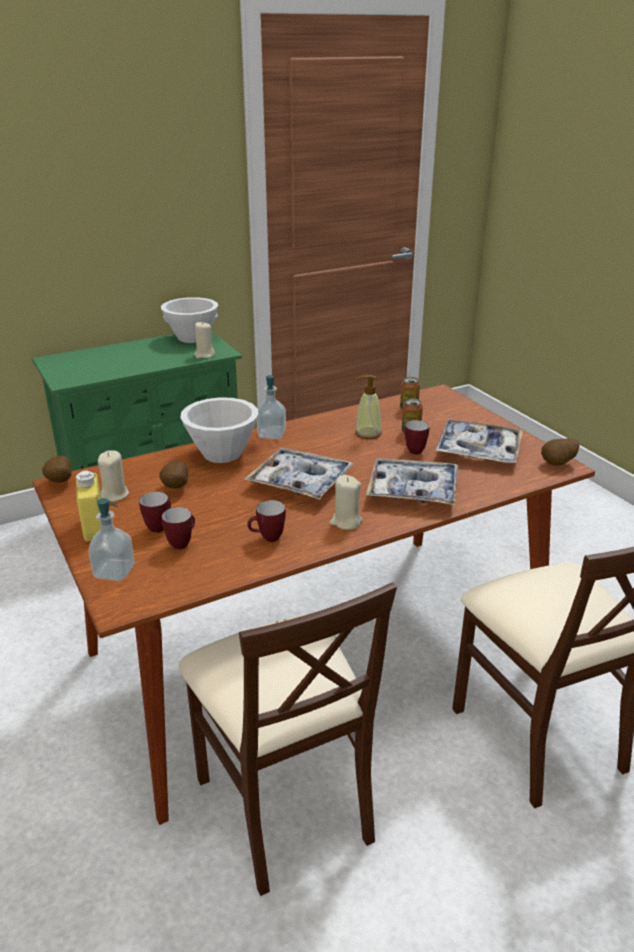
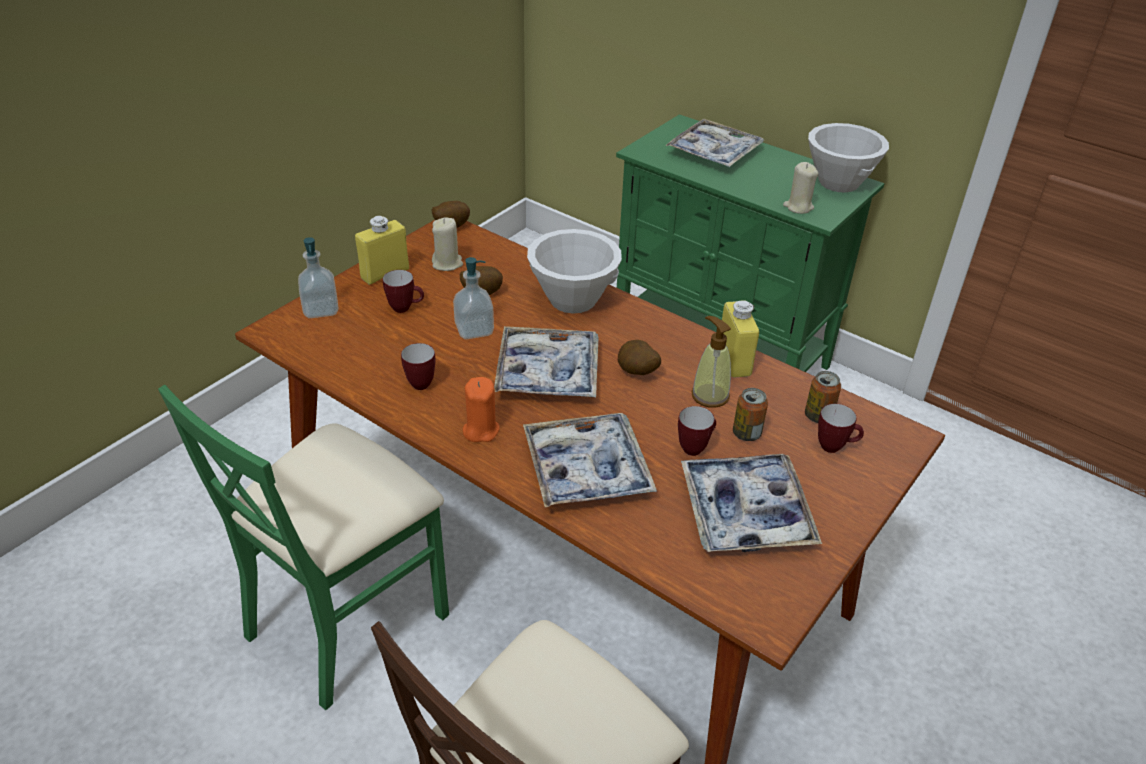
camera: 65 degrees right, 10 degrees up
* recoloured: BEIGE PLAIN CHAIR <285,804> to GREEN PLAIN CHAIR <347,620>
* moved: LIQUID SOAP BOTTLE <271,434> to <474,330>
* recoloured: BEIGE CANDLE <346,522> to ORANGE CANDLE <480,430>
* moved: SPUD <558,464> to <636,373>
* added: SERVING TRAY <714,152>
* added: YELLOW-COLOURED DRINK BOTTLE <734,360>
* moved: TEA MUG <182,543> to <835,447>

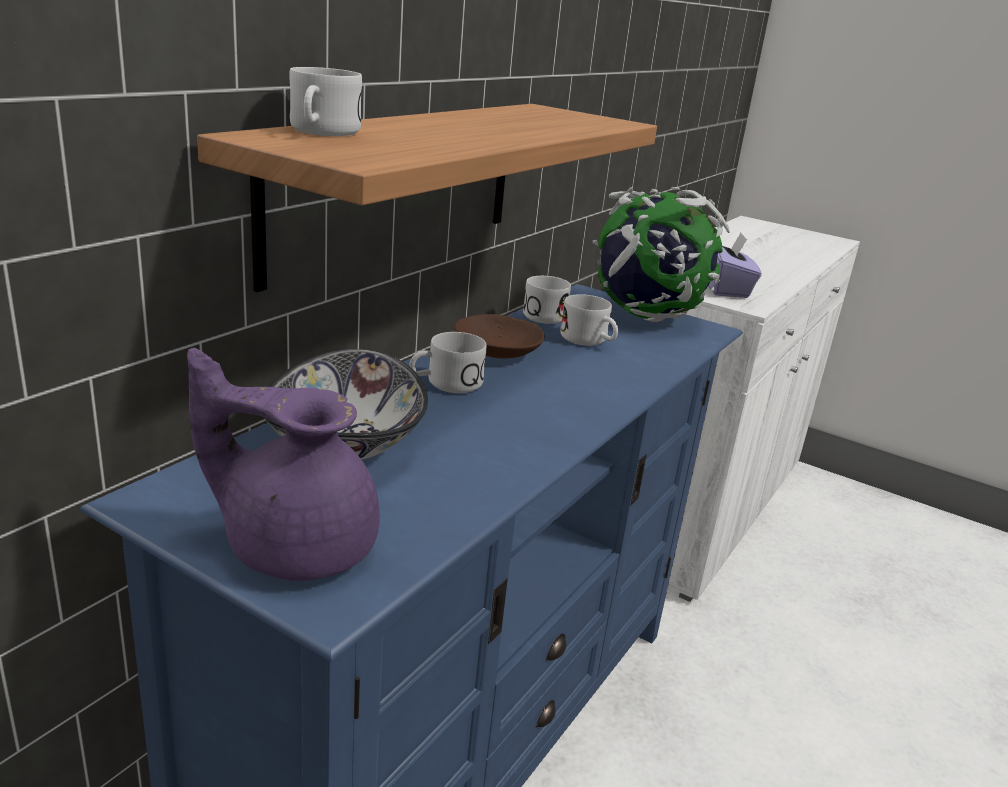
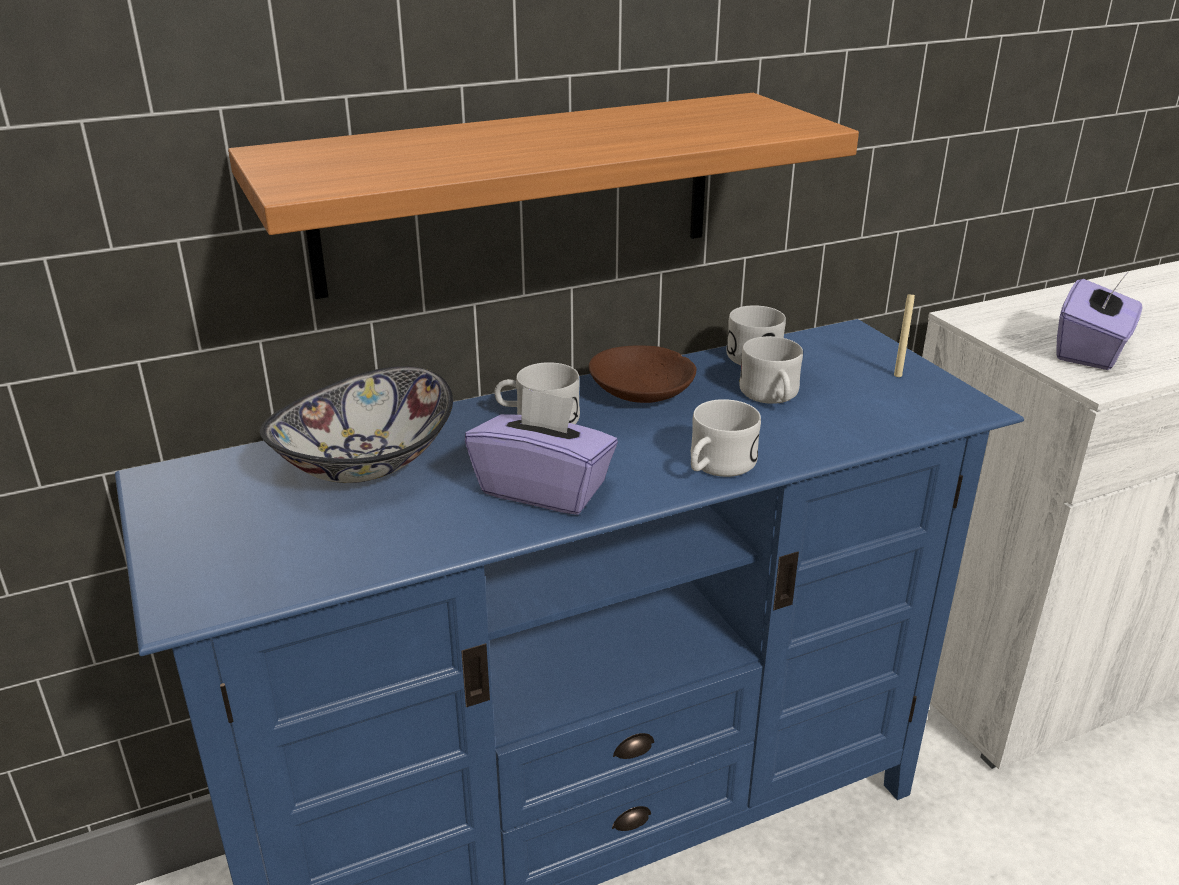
camera: 35 degrees right, 5 degrees up
* added: PURPLE-COLOURED TISSUE BOX <544,489>
* moved: WHITE TEA MUG <321,132> to <716,467>
* replaced: GLOBE <646,316> to BEIGE CANDLE <897,375>
* removed: PURPLE-COLOURED TEA POT <296,545>

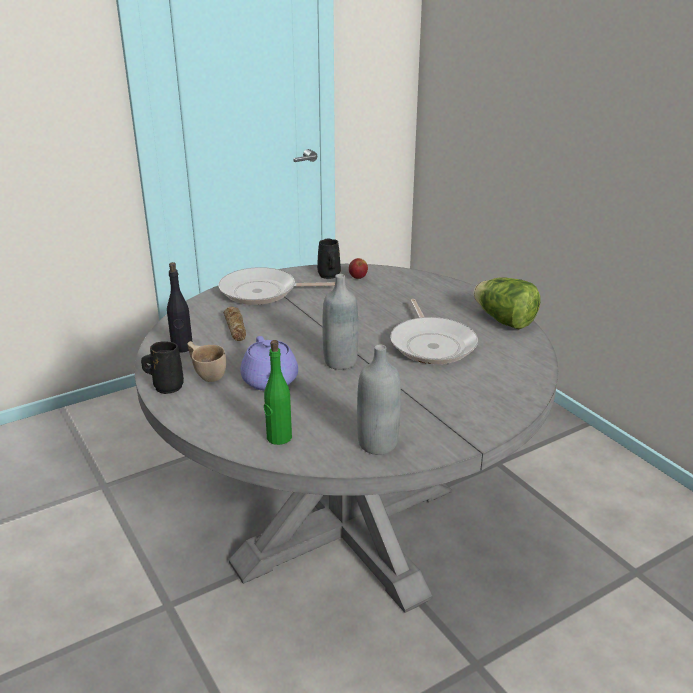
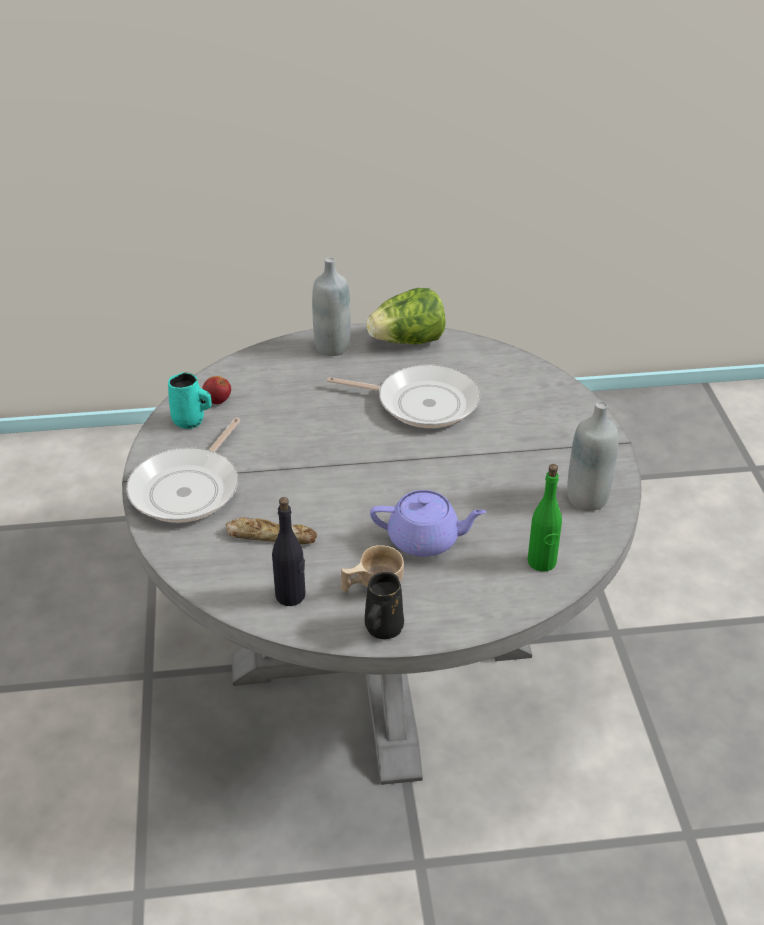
camera: 65 degrees left, 10 degrees up
* recoloured: BLACK-COLOURED TEA MUG <329,275> to TURQUOISE TEA MUG <190,421>
* moved: GREYISH DRINK BOTTLE <340,362> to <332,347>

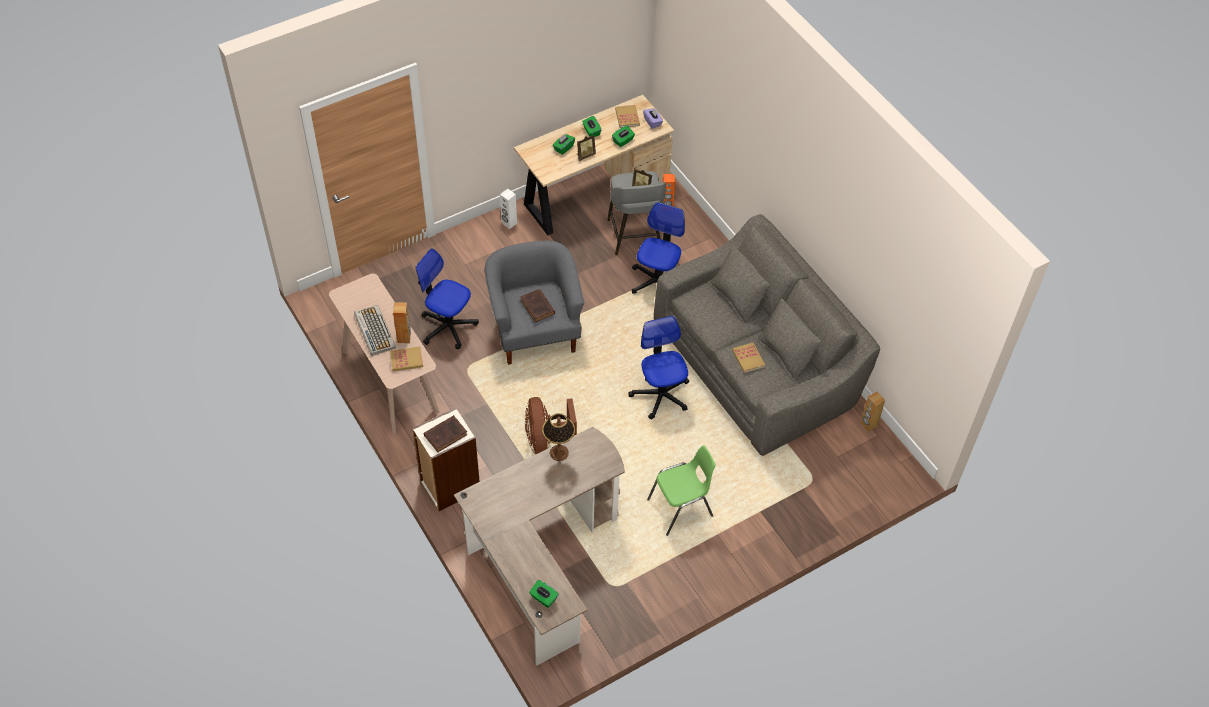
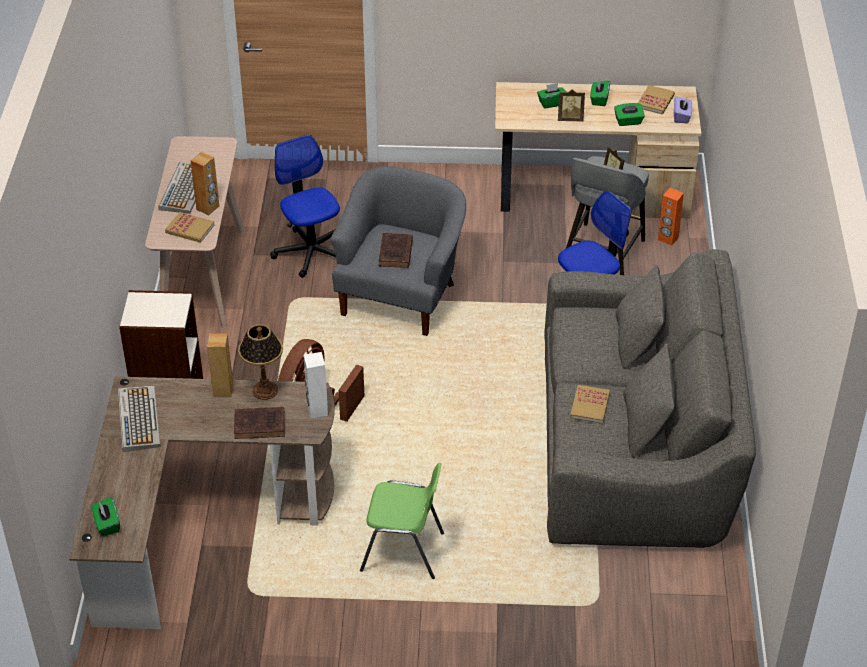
camera: 35 degrees right, 10 degrees down
* added: KEYBOARD <138,419>
* moved: BROWN AUDIO SPEAKER <868,425> to <223,390>
* moved: BROWN VOLUME <446,434> to <261,425>
* moved: WHITE AUDIO SPEAKER <509,223> to <317,410>
* removed: DESK CHAIR <661,395>

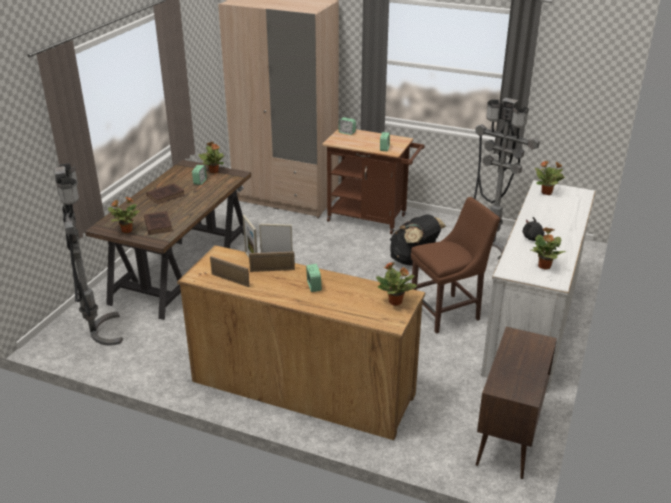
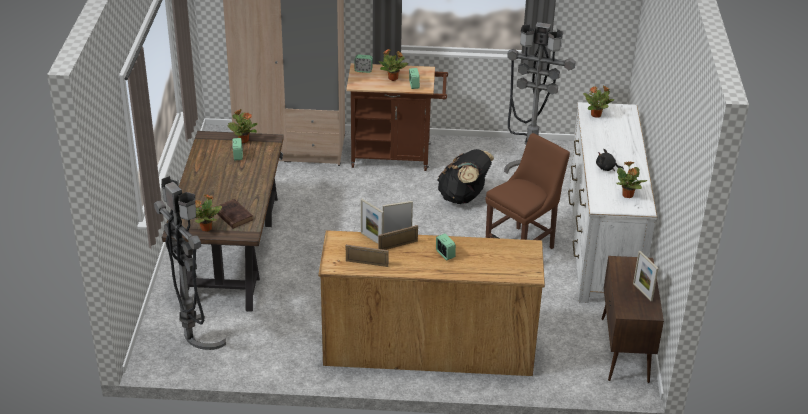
camera: 20 degrees left, 5 degrees up
* moved: PLANT IN A POT <396,302> to <393,78>
* added: STANDING FRAME <642,292>
* removed: BROWN VOLUME <166,195>

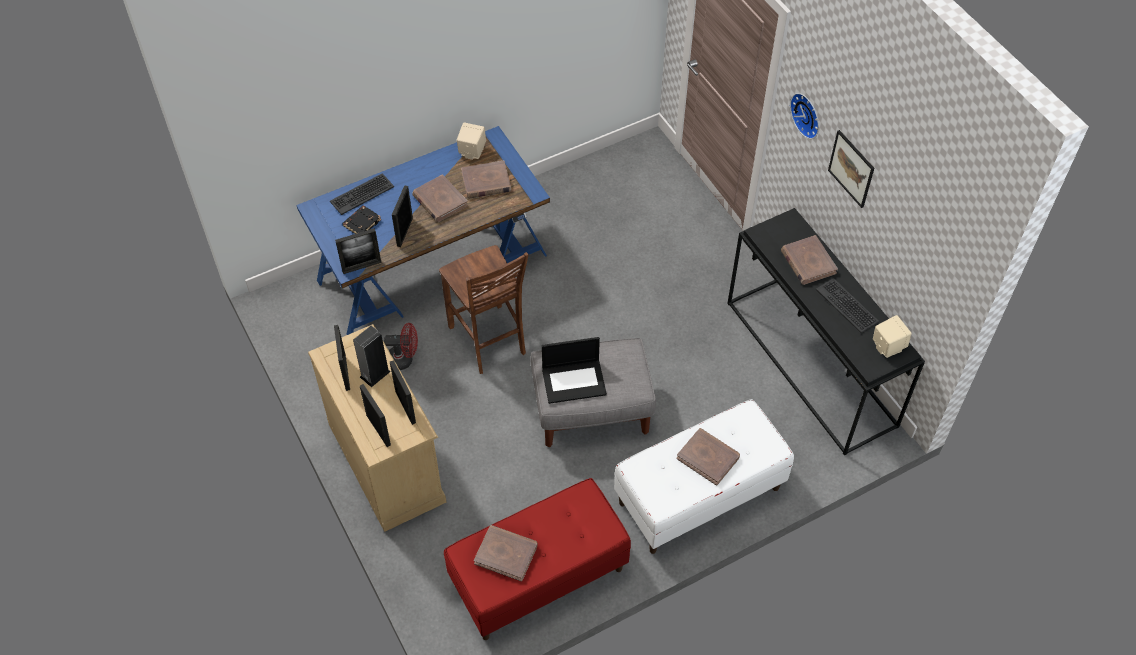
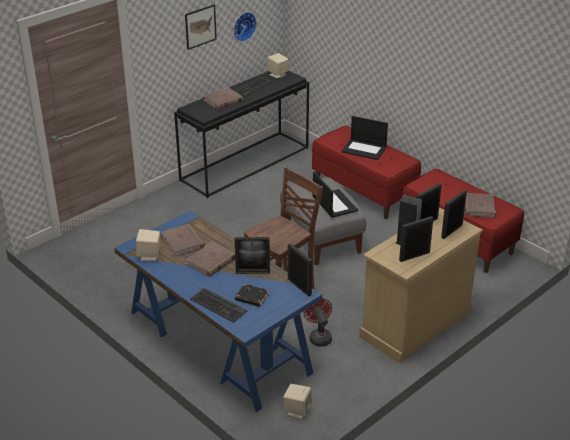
camera: 105 degrees left, 20 degrees down
* moved: HANGING CLOCK <807,114> to <243,26>
* added: BEIGE AUDIO SPEAKER <297,410>
* recoloured: WHITE BENCH <699,496> to RED-COLOURED BENCH <364,191>
* replaced: BROWN VOLUME <708,457> to LAPTOP <364,149>

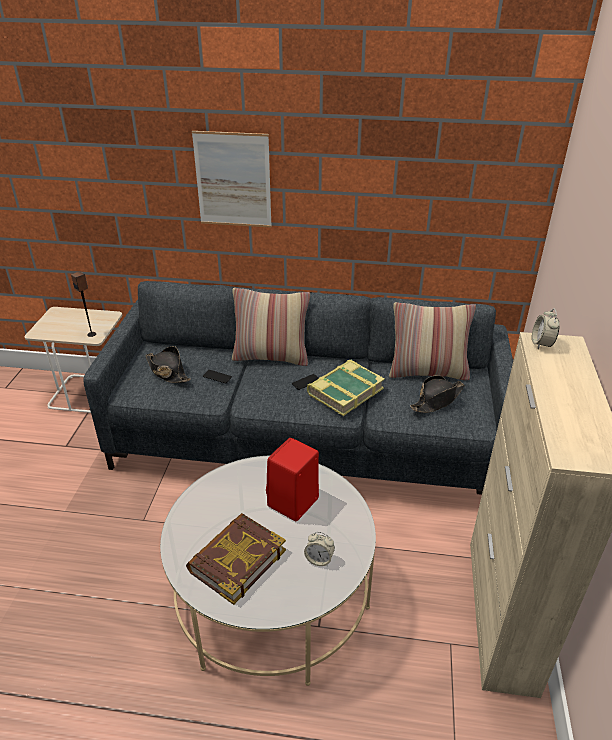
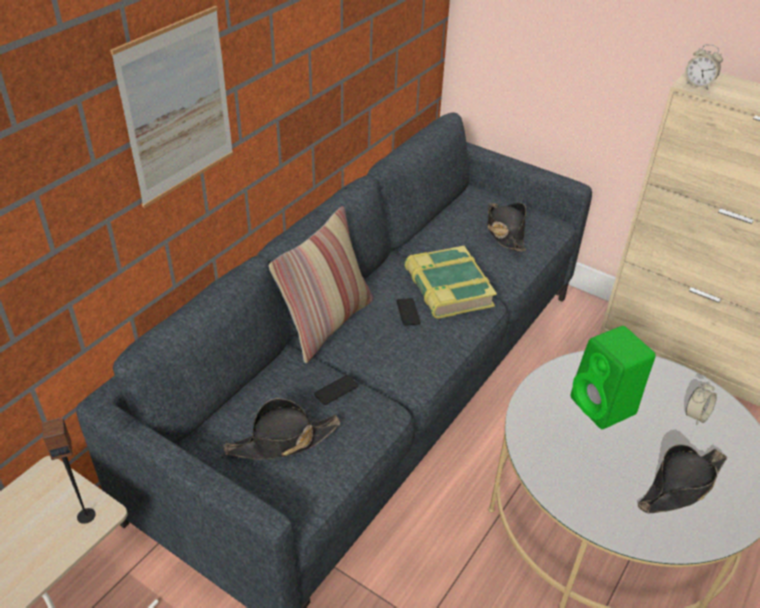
camera: 65 degrees left, 5 degrees up
* recoloured: RED-COLOURED AUDIO SPEAKER <292,503> to GREEN AUDIO SPEAKER <604,407>
* replaced: VOLUME <236,560> to BLACK-COLOURED CLOTHING HAT <680,486>
* removed: PILLOW <427,372>

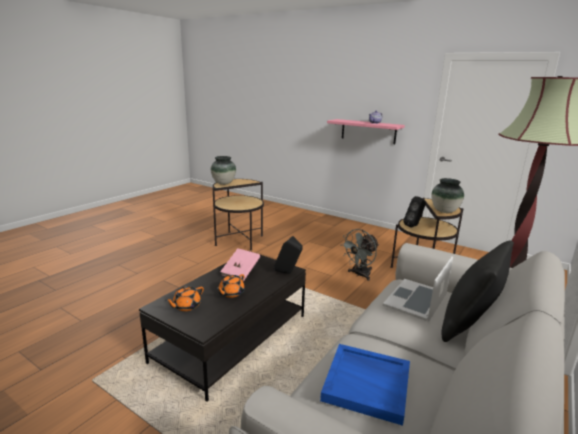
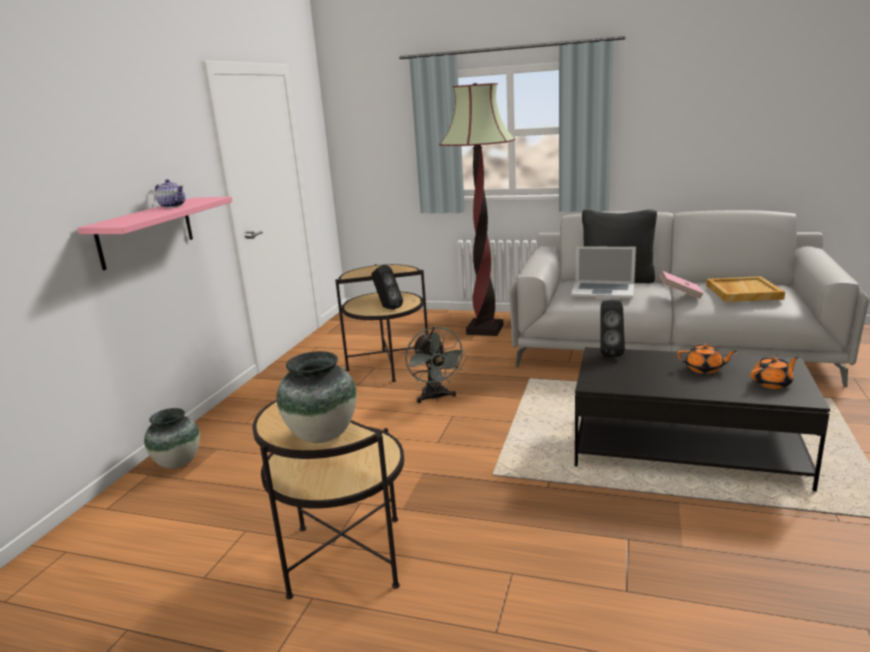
camera: 105 degrees left, 0 degrees up
* moved: DECORATIVE VASE <444,211> to <178,463>
* turned: GREYISH ELECTRIC FAN <359,275> = <435,398> 45 degrees clockwise
* moved: PINK-COLOURED VOLUME <240,272> to <680,294>
* recoloured: BLUE SERVING TRAY <367,384> to BEIGE SERVING TRAY <742,292>
* turned: ORANGE TEA POT <186,306> = <772,383> 45 degrees counterclockwise

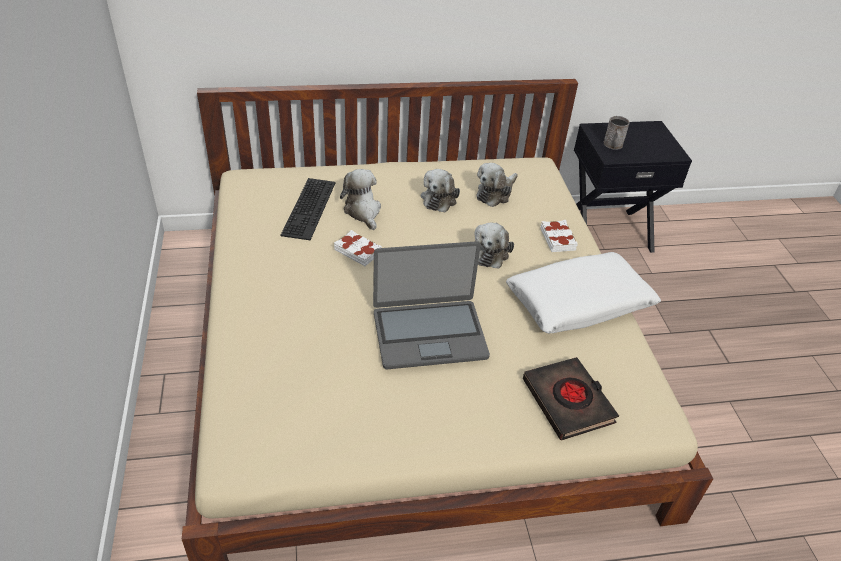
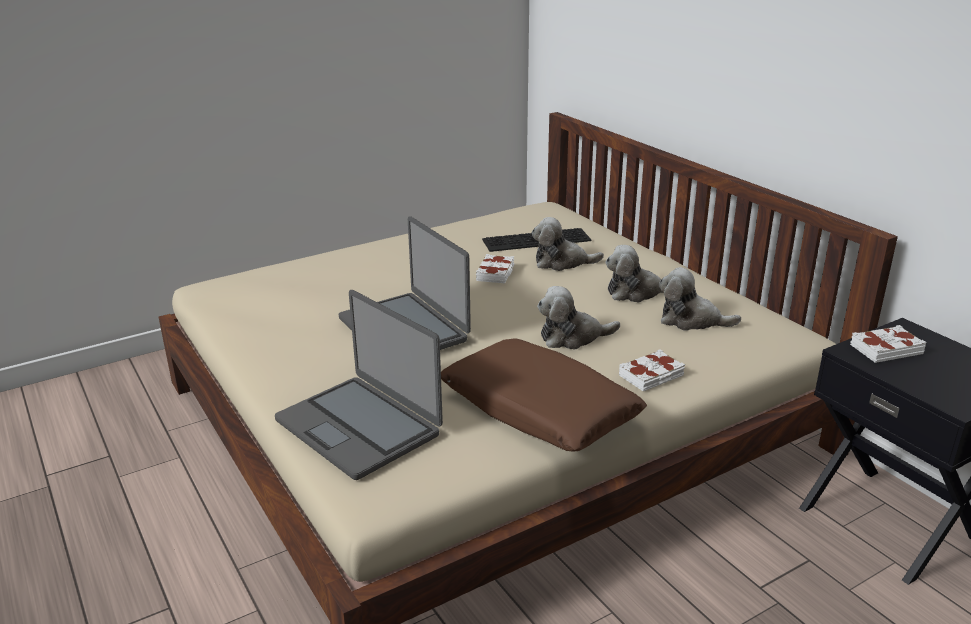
camera: 70 degrees right, 15 degrees down
* replaced: BLACK-COLOURED VOLUME <568,401> to LAPTOP <359,427>
* recoloured: WHITE PILLOW <579,303> to BROWN PILLOW <539,410>
* turned: SOFT TOY <363,211> = <562,262> 135 degrees counterclockwise
* replaced: GREYISH TEA MUG <613,145> to WHITE VOLUME <885,349>

